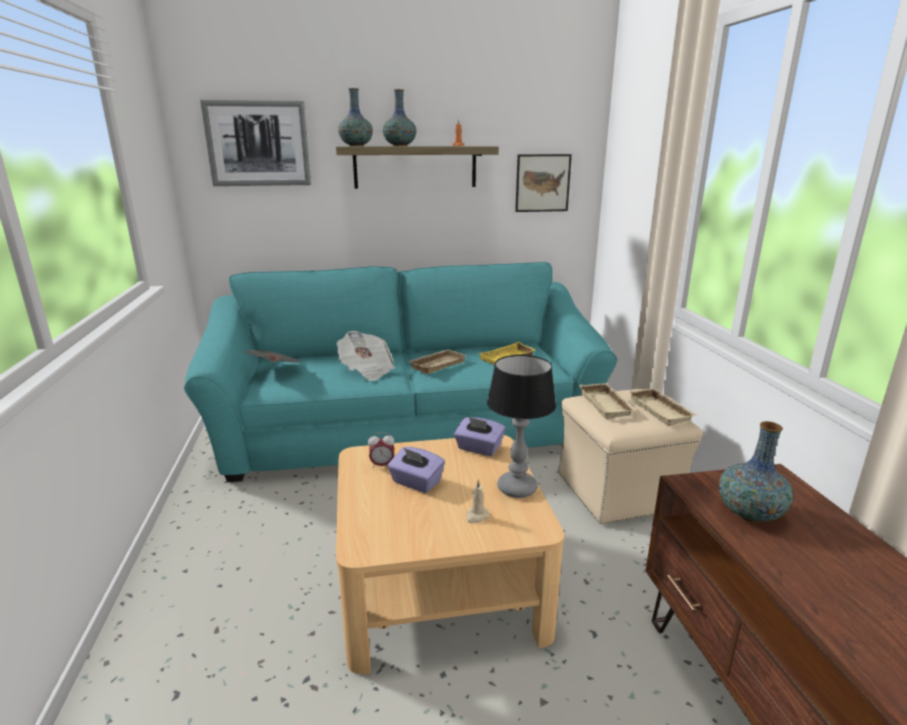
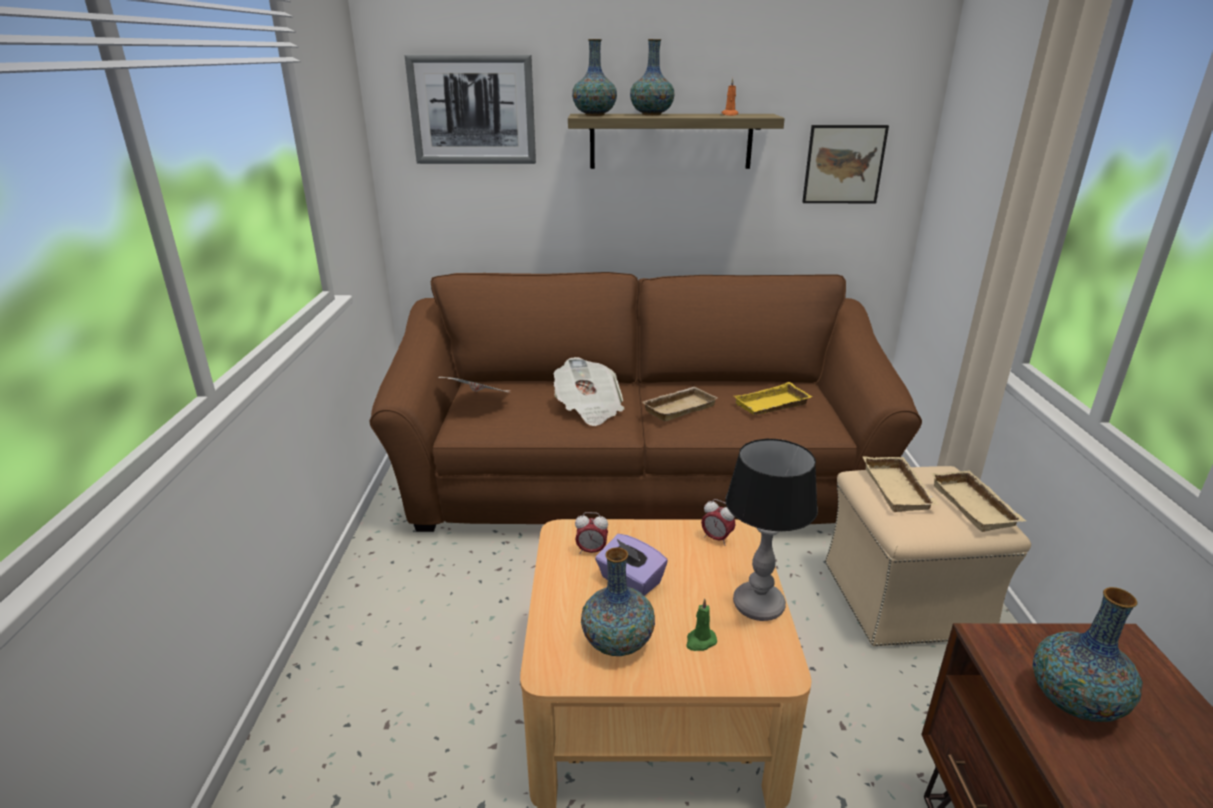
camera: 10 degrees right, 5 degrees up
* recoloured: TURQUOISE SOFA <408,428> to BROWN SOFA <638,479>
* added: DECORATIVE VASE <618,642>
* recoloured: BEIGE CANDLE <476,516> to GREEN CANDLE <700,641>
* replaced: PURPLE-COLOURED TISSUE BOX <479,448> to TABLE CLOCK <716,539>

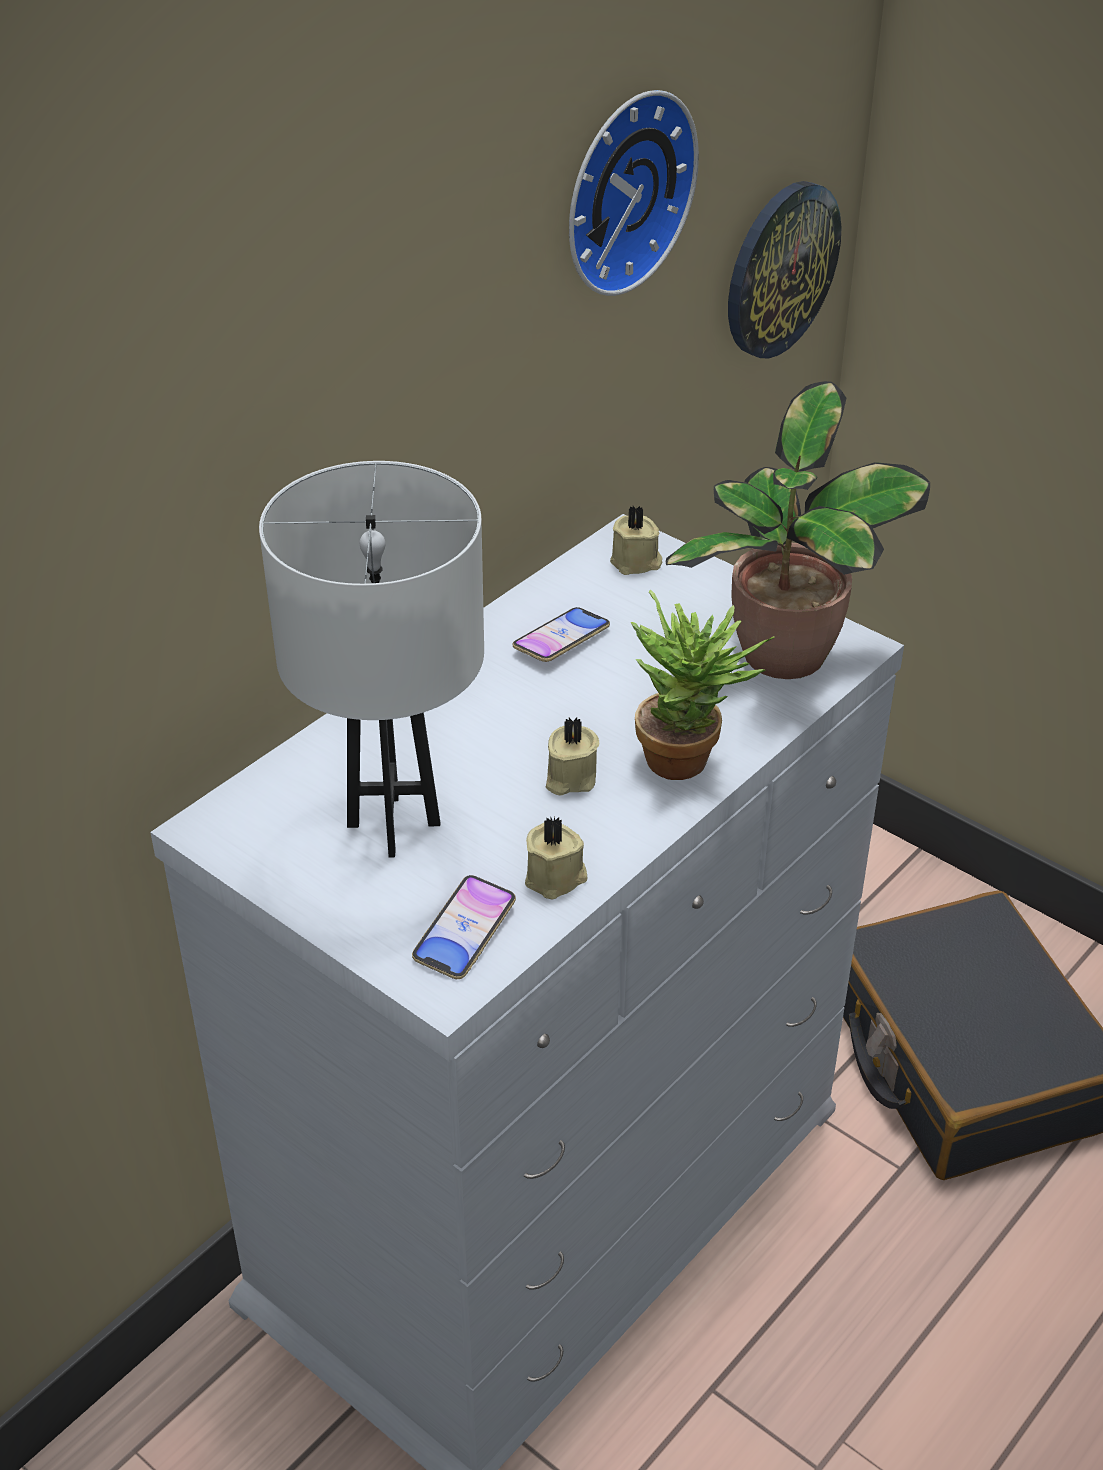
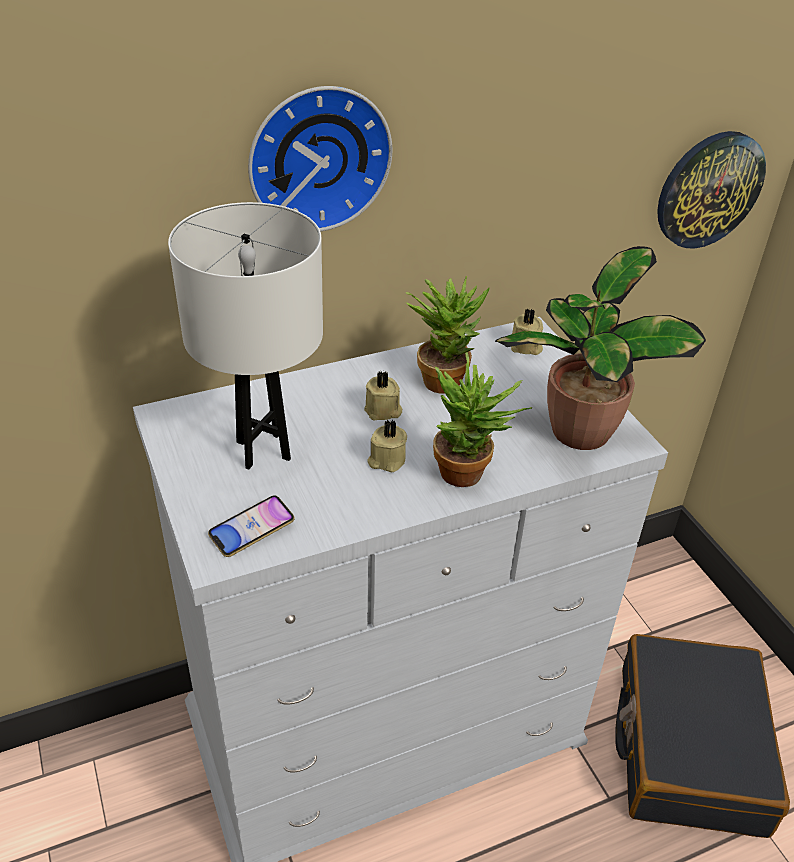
camera: 25 degrees right, 0 degrees up
* moved: HANGING CLOCK <621,190> to <317,156>
* moved: BEIGE CANDLE <556,878> to <383,411>
* replaced: HANDSET <561,640> to PLANT IN A POT <445,377>

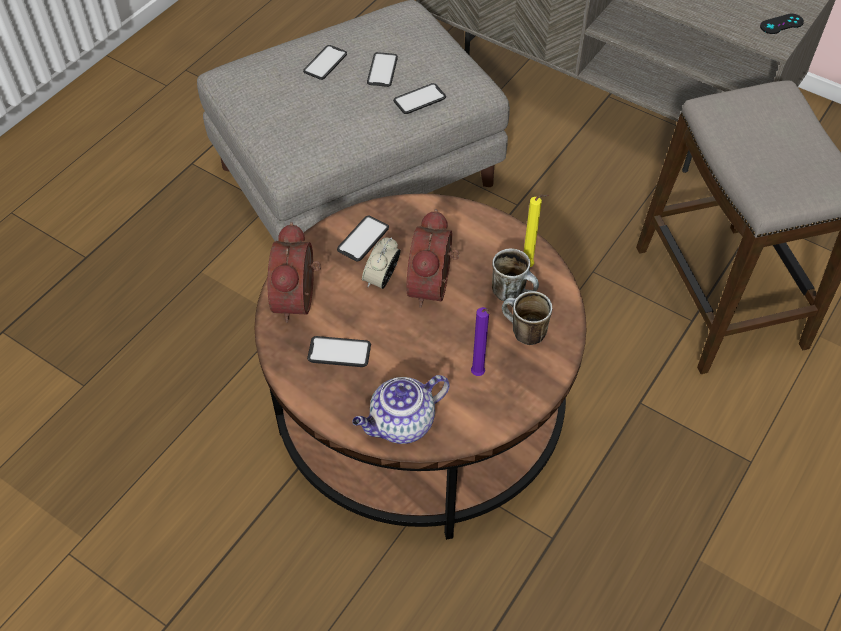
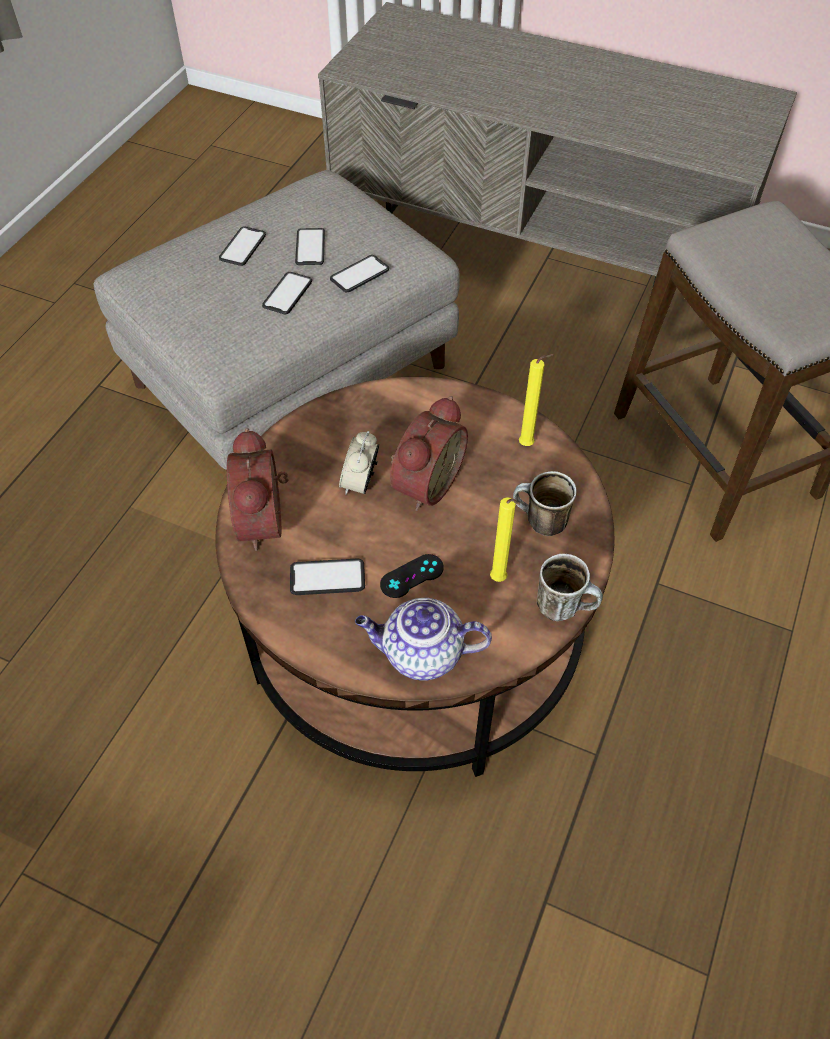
camera: 10 degrees left, 0 degrees up
* moved: HANDSET <363,239> to <287,294>
* turned: TEA POT <401,424> = <421,654> 45 degrees clockwise
* moved: BLACK-COLOURED GAME CONTROLLER <781,24> to <412,576>
* turned: TABLE CLOCK <434,286> = <424,483> 150 degrees counterclockwise
* recoloured: PURPLE-COLOURED CANDLE <478,375> to YELLOW-COLOURED CANDLE <499,580>
* moved: TEA MUG <513,293> to <565,607>

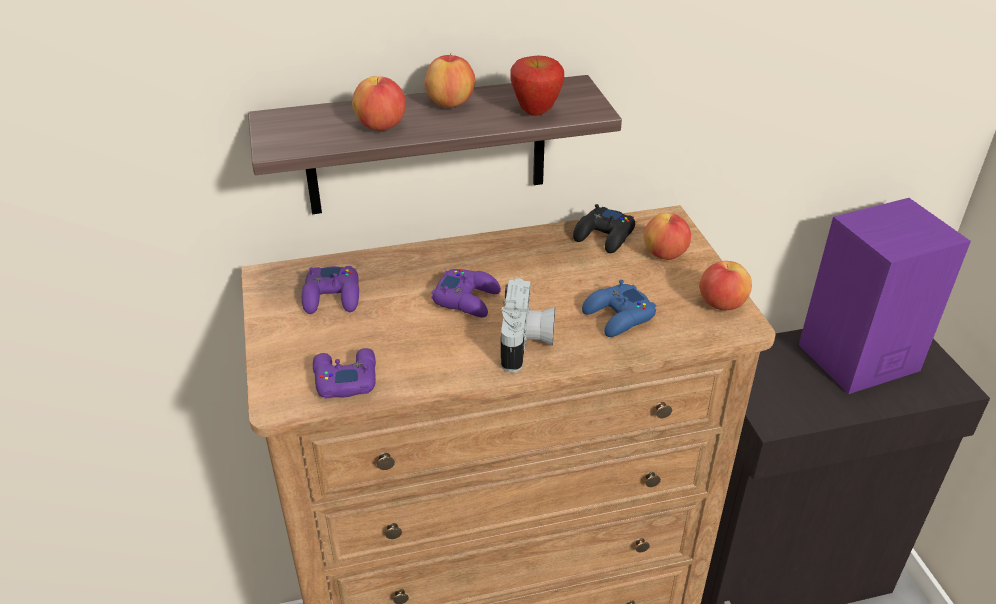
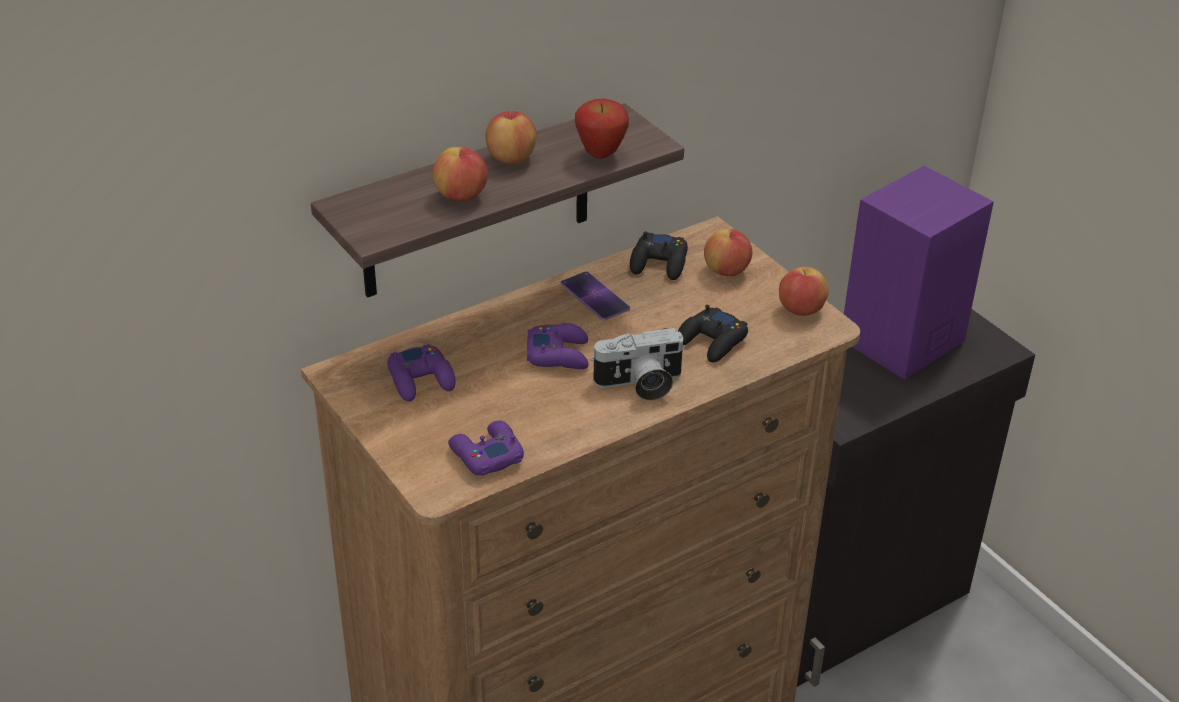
camera: 20 degrees left, 0 degrees up
* added: HANDSET <594,296>
* turned: PHOTO CAMERA <527,343> = <640,385> 90 degrees clockwise
* recoloured: BLUE GAME CONTROLLER <618,316> to BLACK-COLOURED GAME CONTROLLER <712,341>

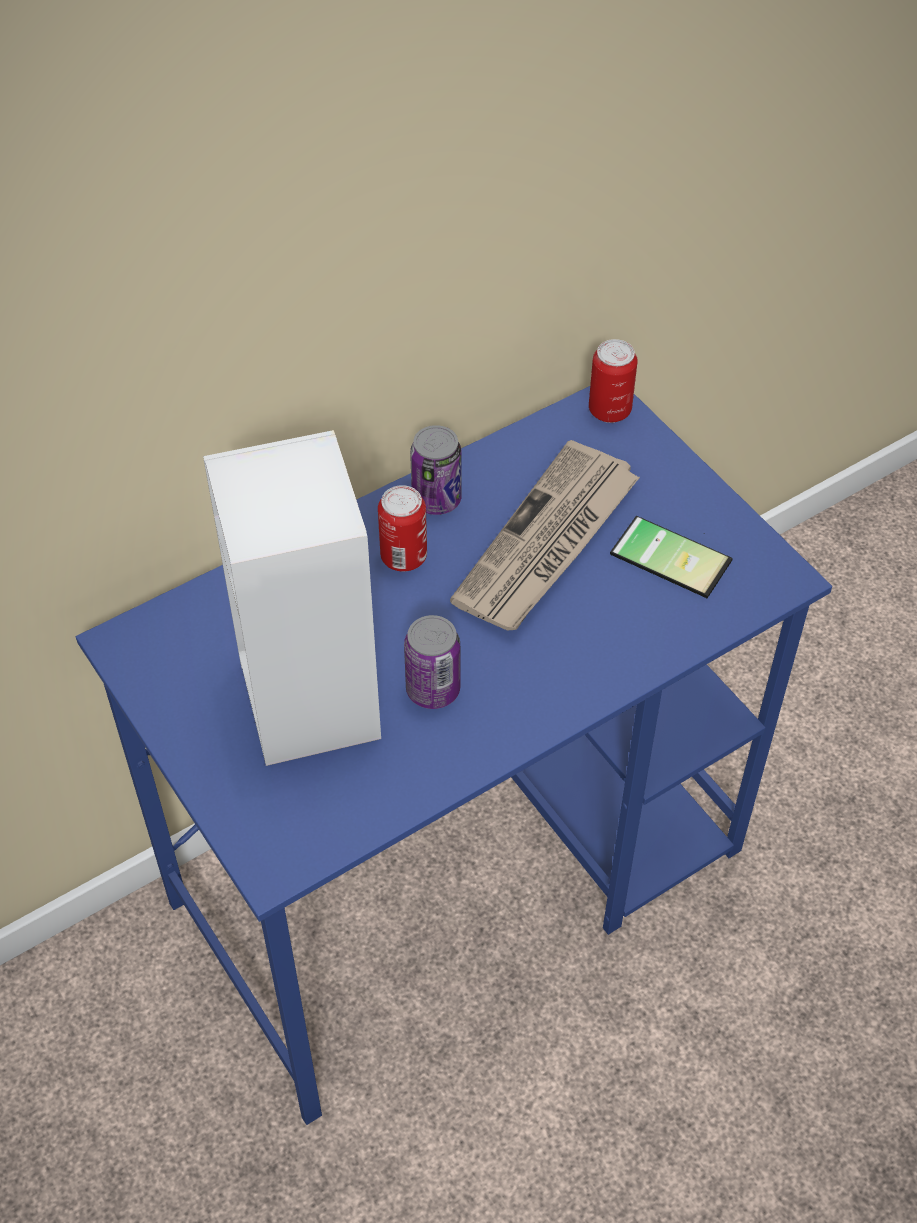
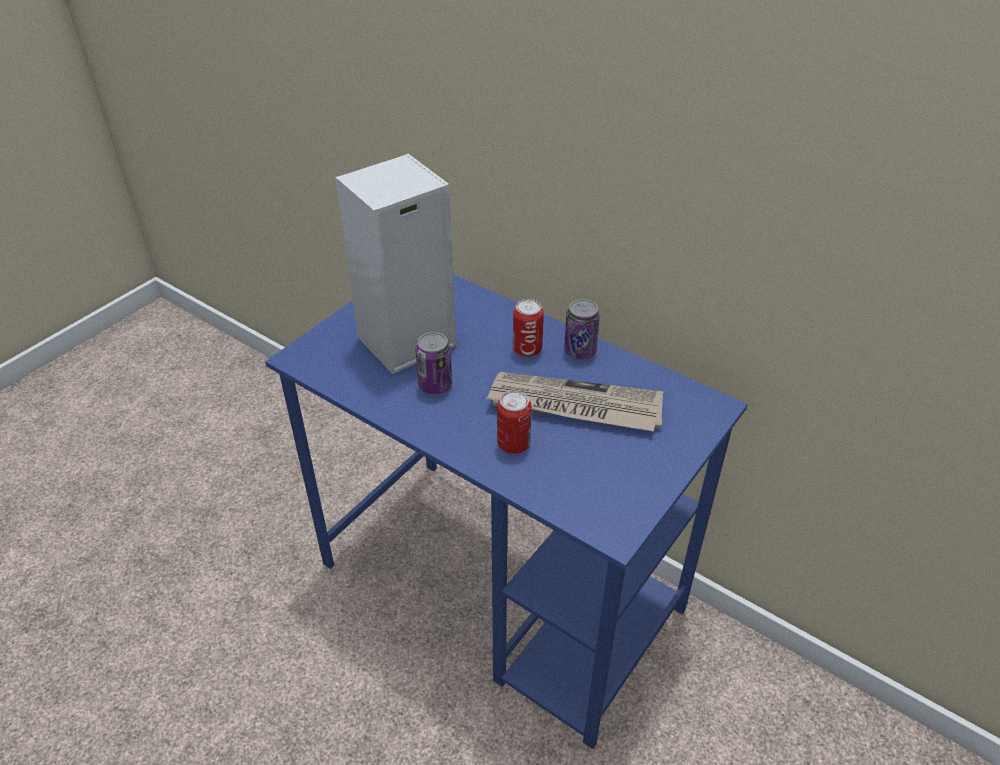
camera: 70 degrees right, 10 degrees down
* moved: METAL CAN <609,410> to <513,444>
* removed: HANDSET <673,553>

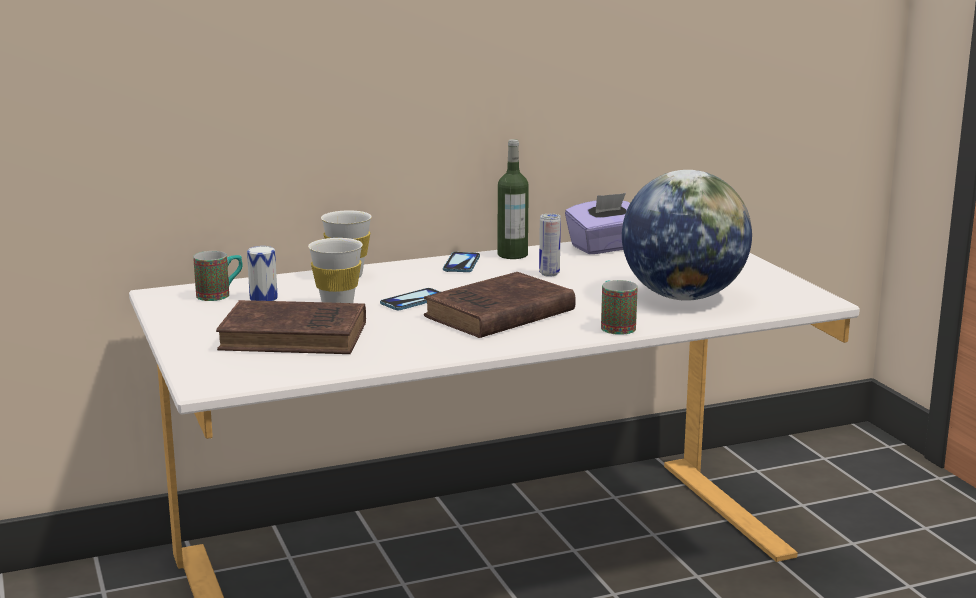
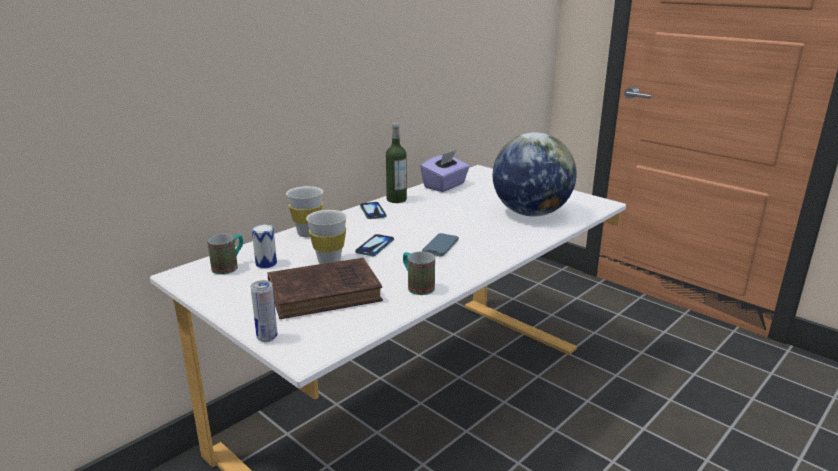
camera: 25 degrees left, 5 degrees up
* moved: METAL CAN <549,274> to <267,338>
* moved: TEA MUG <615,326> to <417,286>
* replaced: BROWN VOLUME <496,315> to HANDSET <440,247>

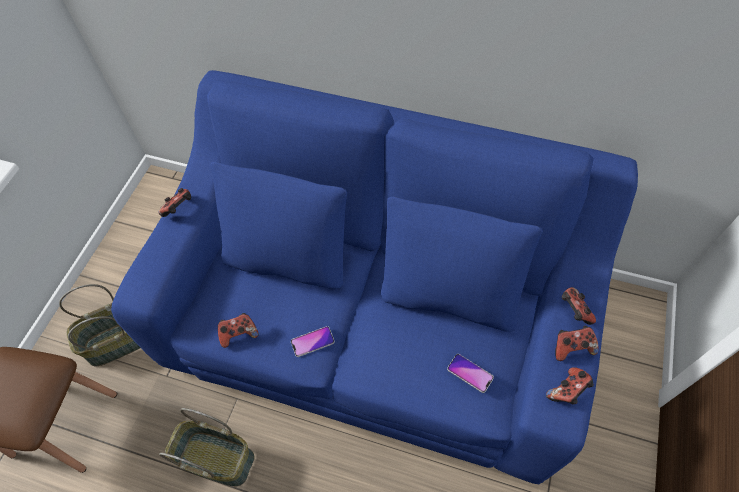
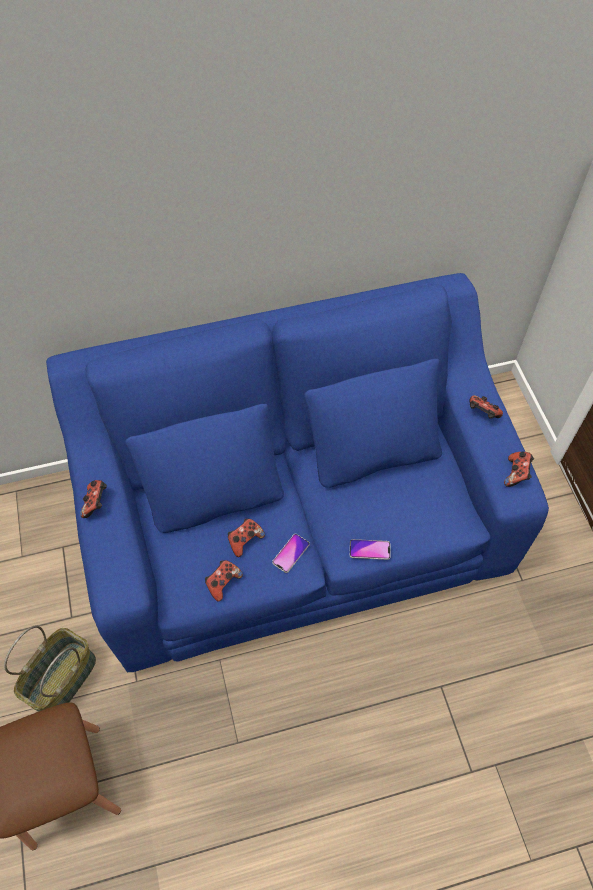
camera: 35 degrees left, 0 degrees up
* moved: GAME CONTROLLER <572,347> to <245,540>
* moved: HANDSET <470,373> to <369,550>
* removed: STORAGE BASKET <218,458>

